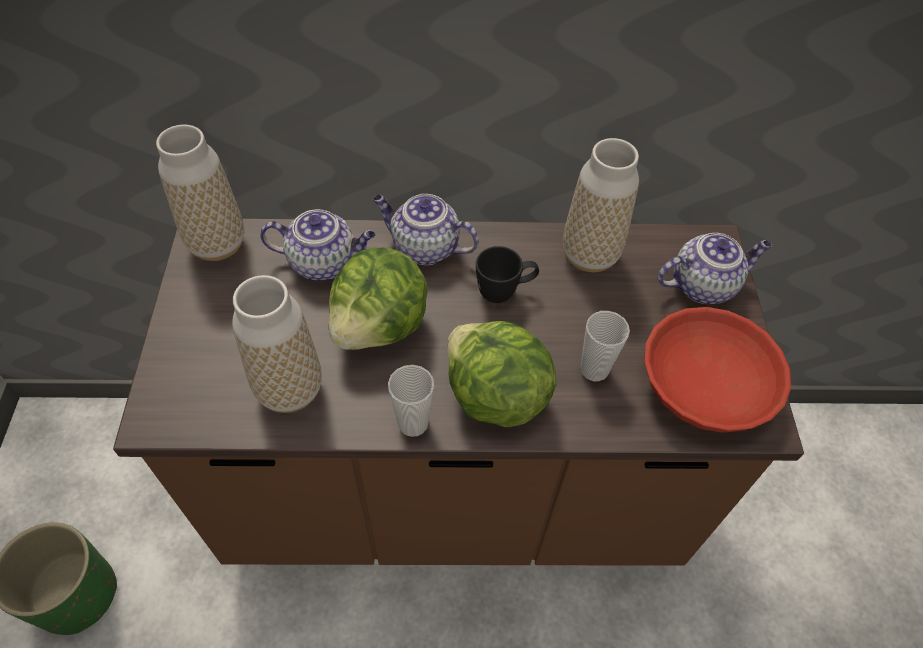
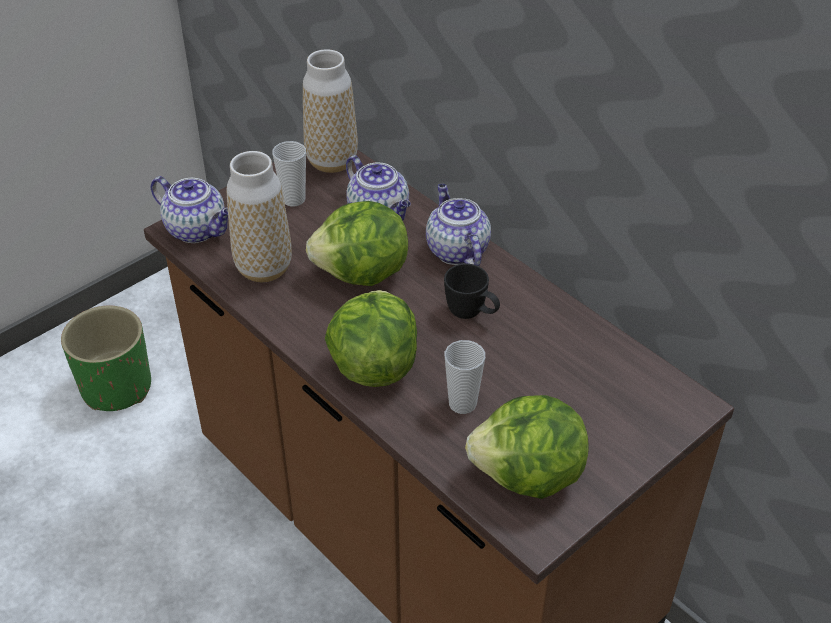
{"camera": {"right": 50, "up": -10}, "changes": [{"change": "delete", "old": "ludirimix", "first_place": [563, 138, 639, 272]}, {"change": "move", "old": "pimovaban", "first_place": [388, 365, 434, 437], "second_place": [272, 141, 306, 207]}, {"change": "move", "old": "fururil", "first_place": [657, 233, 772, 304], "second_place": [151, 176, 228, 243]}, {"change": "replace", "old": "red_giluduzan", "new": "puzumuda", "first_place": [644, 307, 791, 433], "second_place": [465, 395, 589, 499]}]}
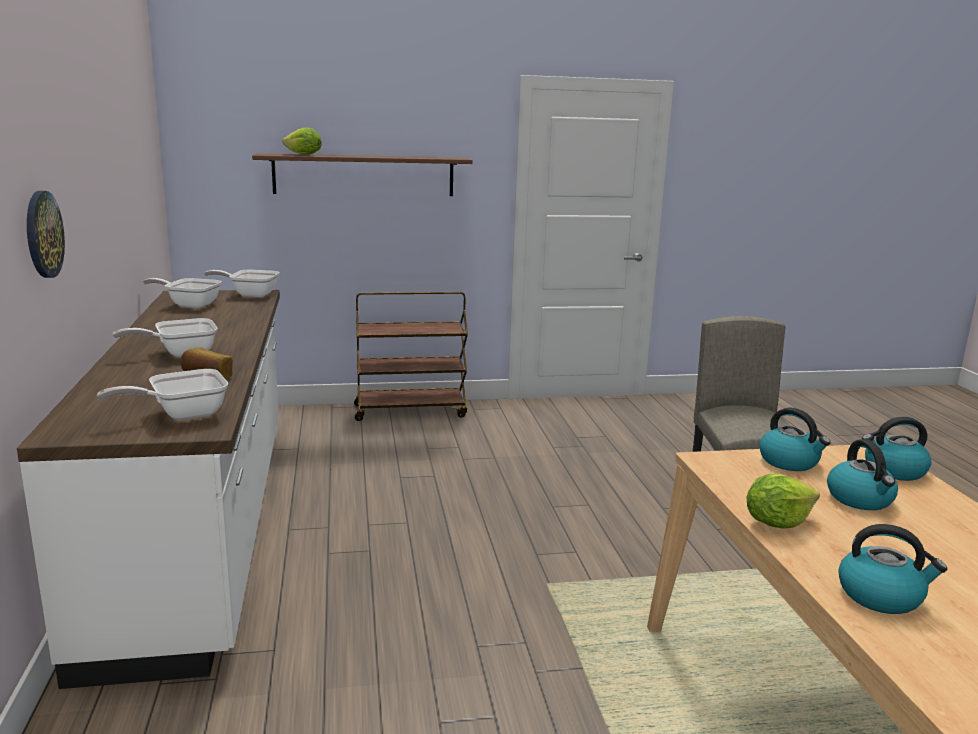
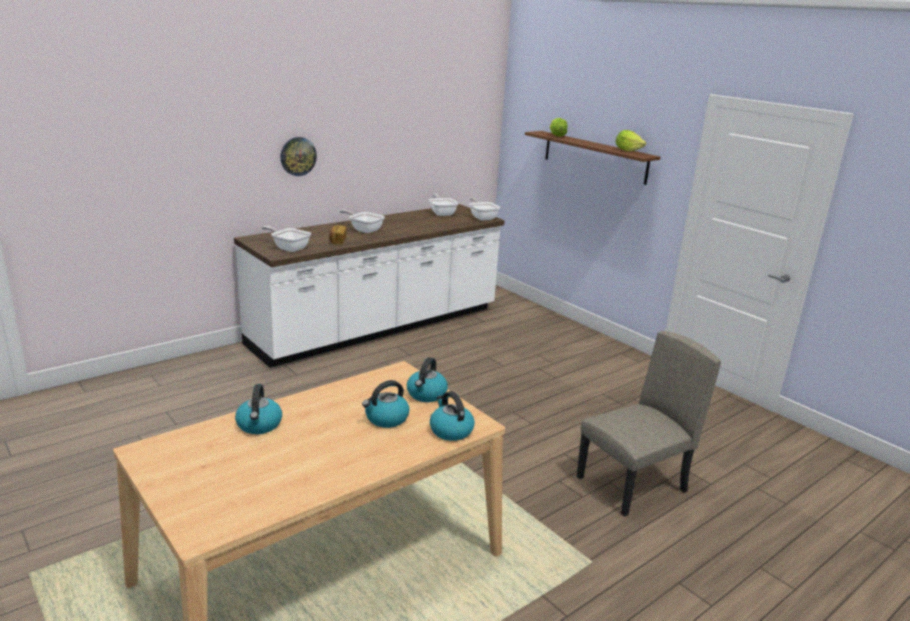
{"camera": {"right": 60, "up": 5}, "changes": [{"change": "delete", "old": "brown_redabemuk", "first_place": [354, 292, 468, 421]}, {"change": "move", "old": "puzumuda", "first_place": [746, 474, 820, 529], "second_place": [616, 130, 646, 151]}]}
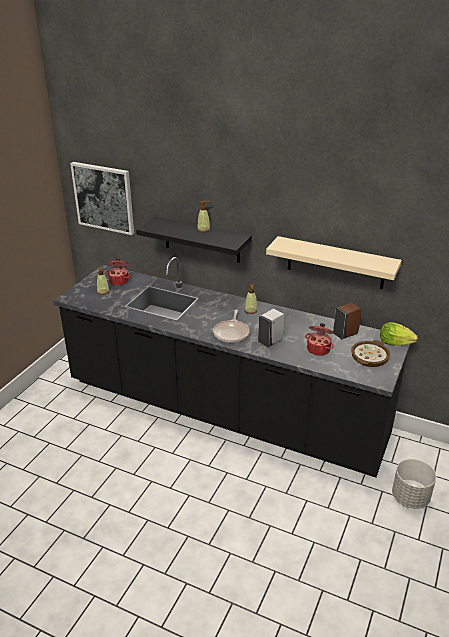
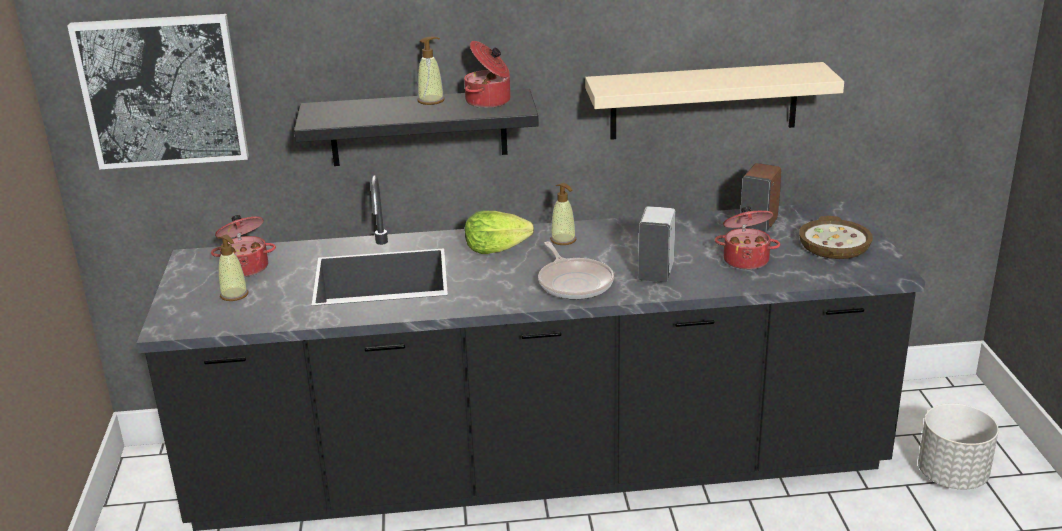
{"camera": {"right": -30, "up": -5}, "changes": [{"change": "insert", "new": "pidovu", "second_place": [464, 41, 511, 108]}, {"change": "move", "old": "puzumuda", "first_place": [380, 322, 418, 346], "second_place": [465, 211, 534, 254]}]}
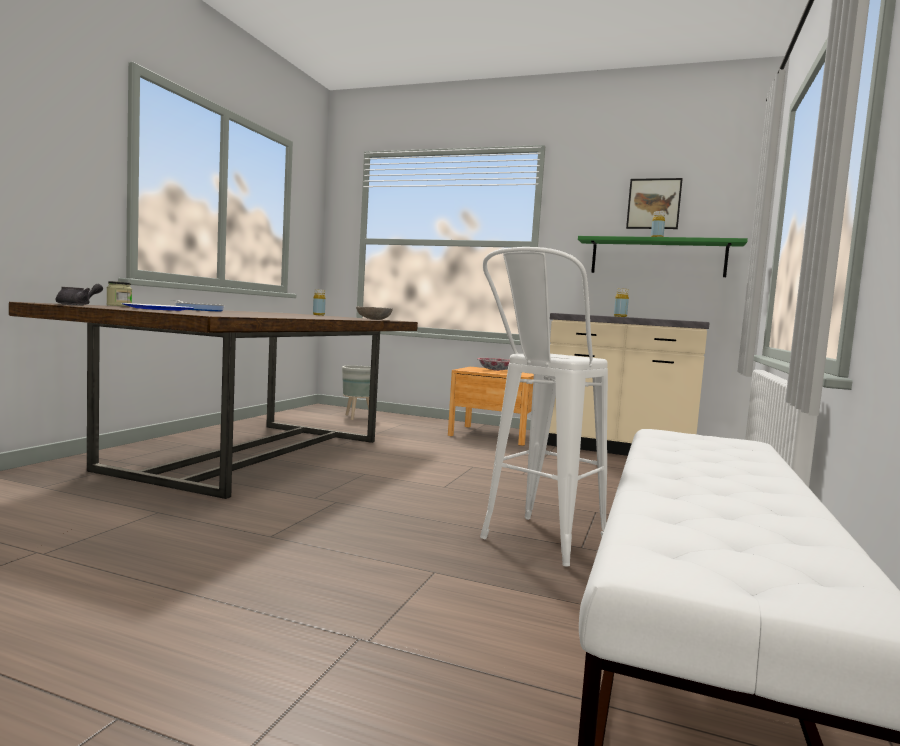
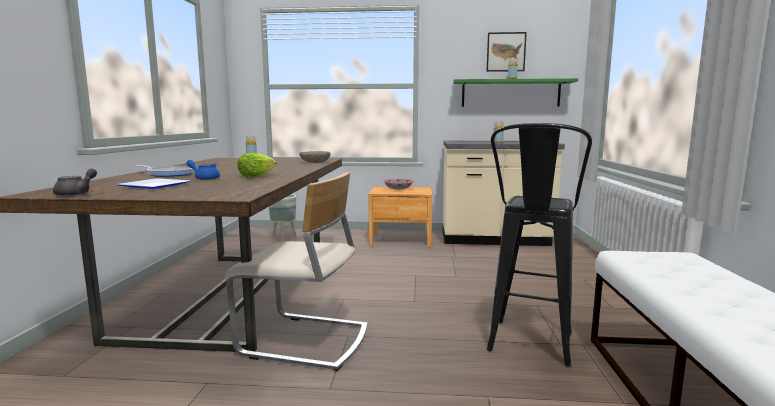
{"camera": {"right": -15, "up": 5}, "changes": [{"change": "delete", "old": "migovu", "first_place": [107, 281, 132, 307]}, {"change": "insert", "new": "blue_fururil", "second_place": [186, 160, 220, 180]}, {"change": "insert", "new": "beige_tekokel", "second_place": [225, 172, 368, 371]}, {"change": "insert", "new": "puzumuda", "second_place": [237, 153, 277, 178]}, {"change": "recolor", "old": "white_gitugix", "new": "black_gitugix", "first_place": [480, 247, 608, 566], "second_place": [487, 123, 592, 367]}]}
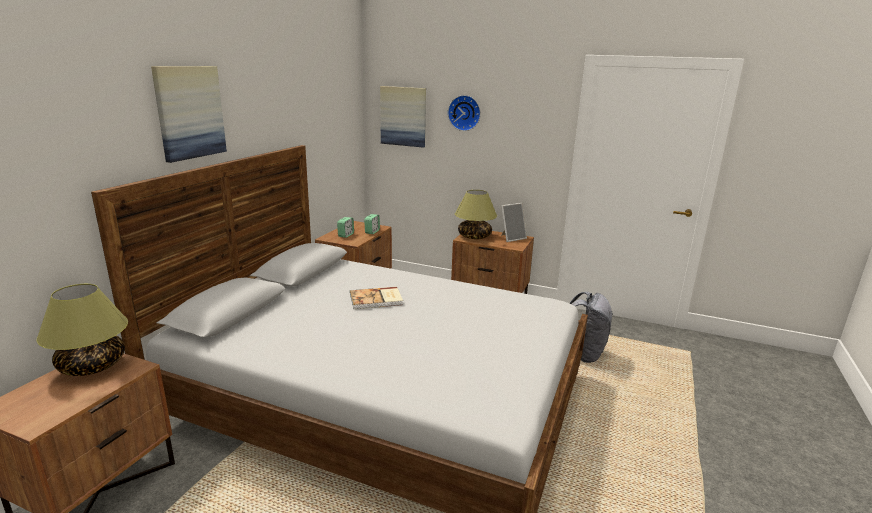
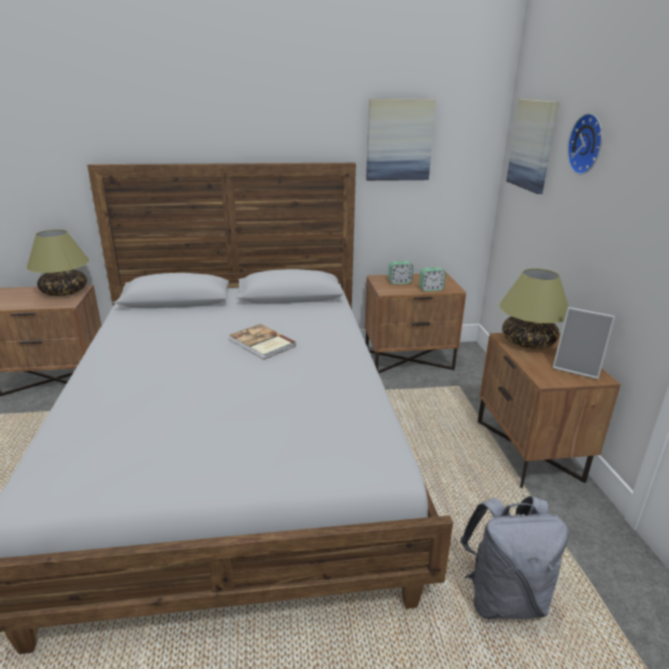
{"camera": {"right": 60, "up": 5}, "changes": [{"change": "move", "old": "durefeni", "first_place": [151, 66, 227, 163], "second_place": [366, 99, 436, 181]}]}
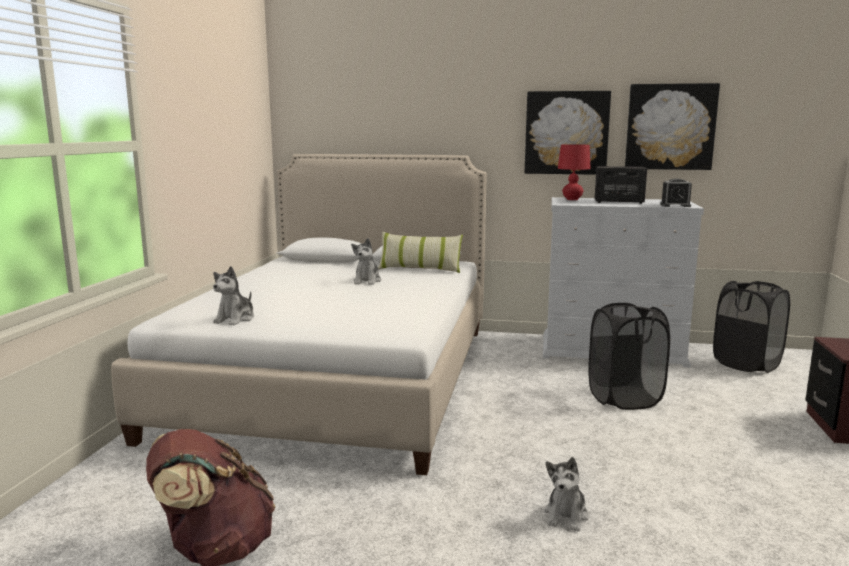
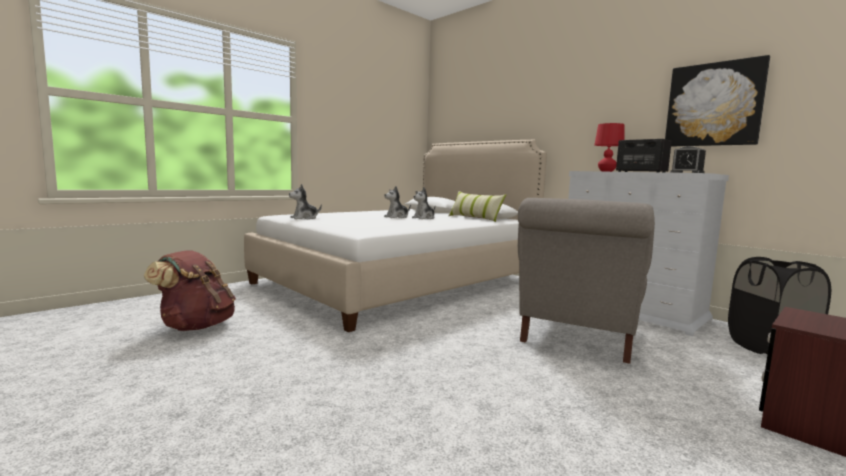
{"camera": {"right": 35, "up": -5}, "changes": [{"change": "delete", "old": "durefeni", "first_place": [525, 91, 611, 175]}, {"change": "move", "old": "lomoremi", "first_place": [545, 457, 589, 531], "second_place": [384, 186, 411, 218]}, {"change": "replace", "old": "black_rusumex", "new": "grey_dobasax", "first_place": [588, 303, 670, 410], "second_place": [518, 198, 655, 364]}]}
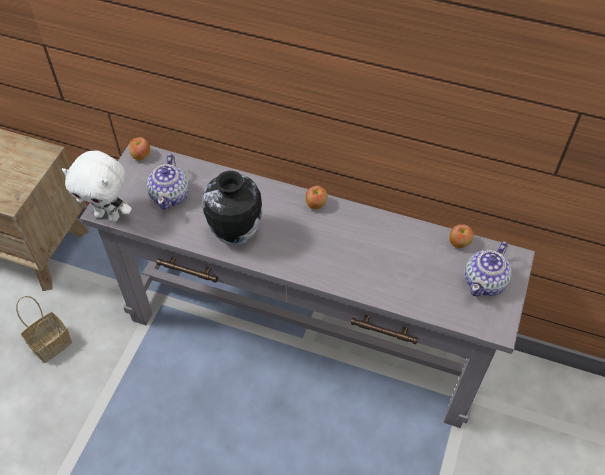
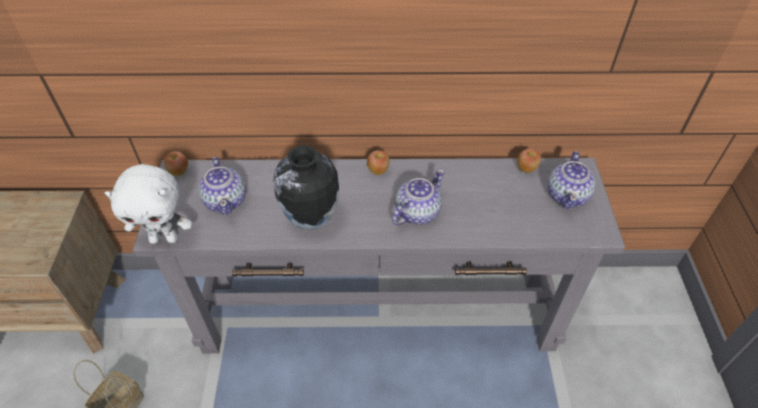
{"camera": {"right": -20, "up": -5}, "changes": [{"change": "insert", "new": "fururil", "second_place": [392, 169, 444, 226]}]}
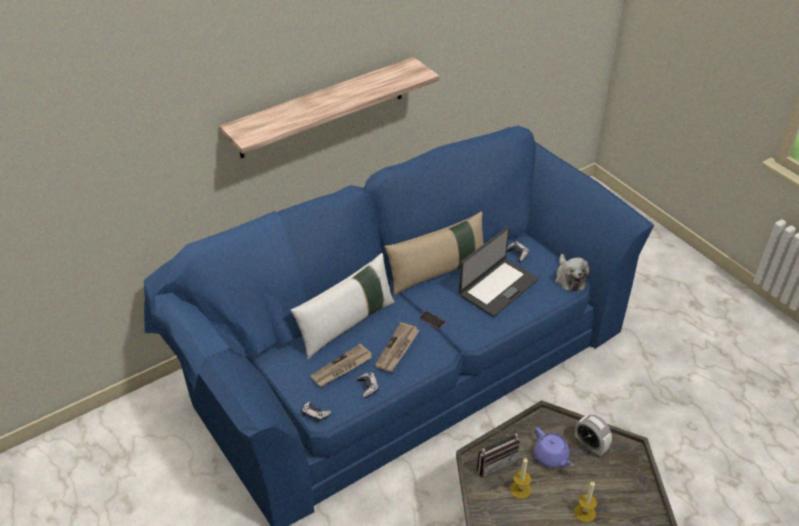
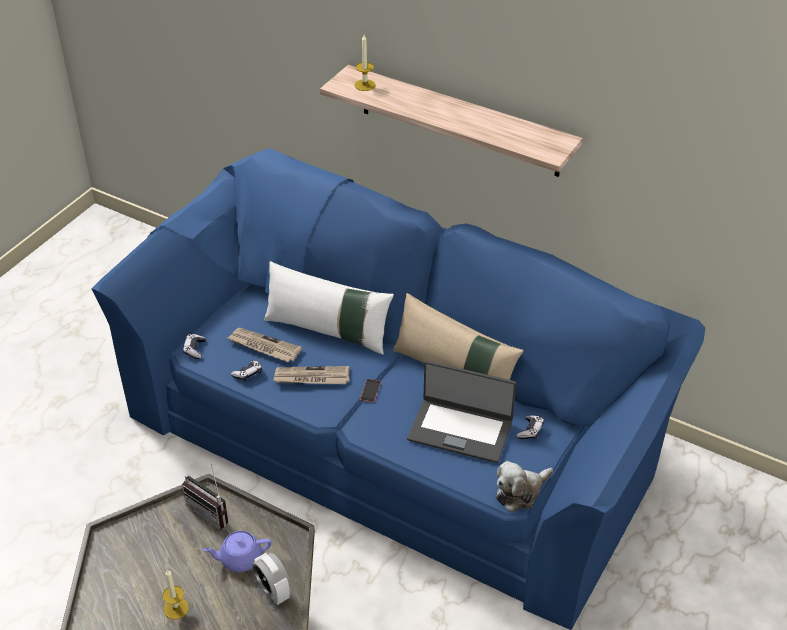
{"camera": {"right": 65, "up": 0}, "changes": [{"change": "move", "old": "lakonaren", "first_place": [510, 458, 531, 499], "second_place": [355, 35, 376, 91]}, {"change": "rotate", "old": "purple_fururil", "first_place": [534, 428, 574, 468], "second_place": [203, 531, 272, 572], "degrees": 45}, {"change": "rotate", "old": "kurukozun", "first_place": [575, 415, 612, 456], "second_place": [252, 553, 290, 605], "degrees": -60}]}
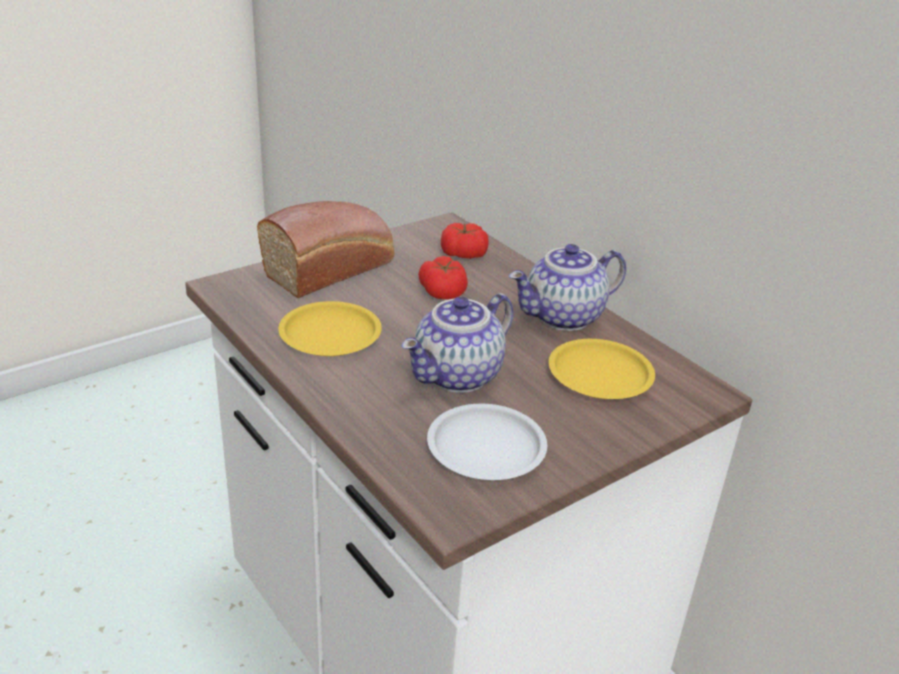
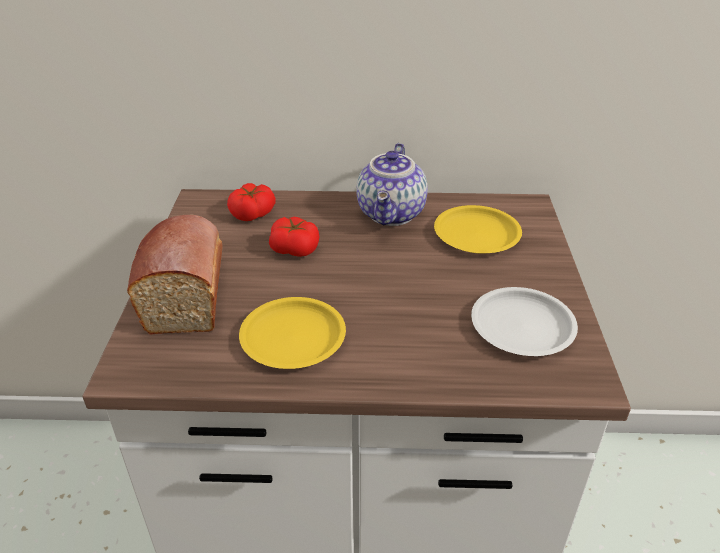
{"camera": {"right": -50, "up": 5}, "changes": [{"change": "delete", "old": "fururil", "first_place": [402, 293, 514, 393]}]}
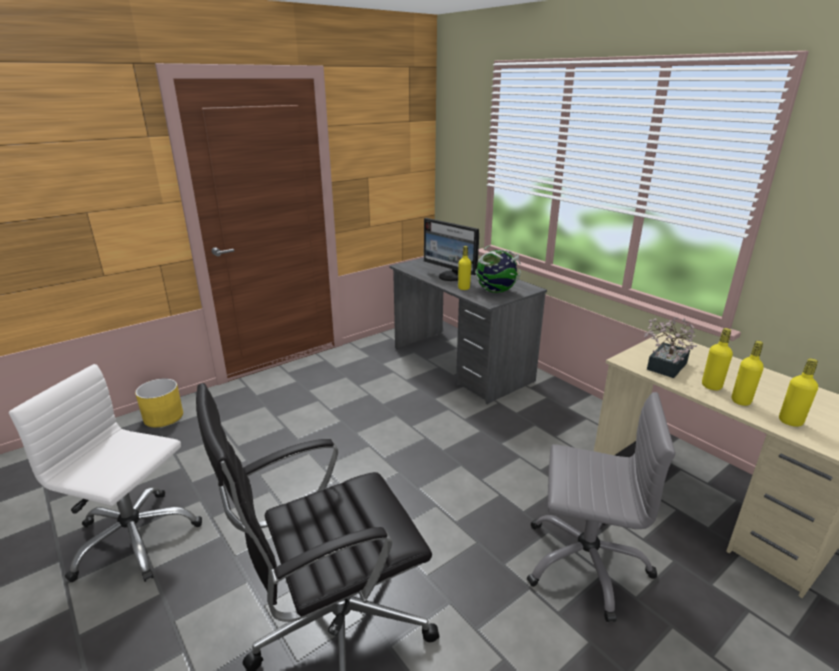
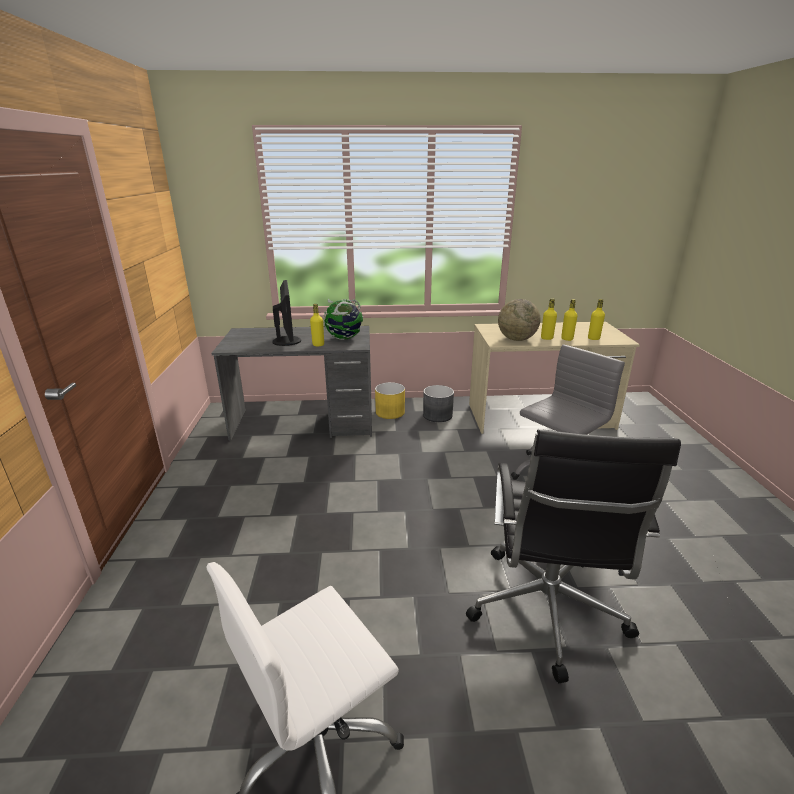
{"camera": {"right": -55, "up": 0}, "changes": [{"change": "insert", "new": "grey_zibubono", "second_place": [423, 385, 454, 422]}, {"change": "move", "old": "yellow_zibubono", "first_place": [135, 378, 183, 427], "second_place": [375, 382, 405, 419]}, {"change": "replace", "old": "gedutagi", "new": "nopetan", "first_place": [644, 317, 698, 378], "second_place": [498, 299, 540, 341]}, {"change": "rotate", "old": "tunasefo", "first_place": [424, 218, 479, 281], "second_place": [272, 280, 301, 346], "degrees": -90}]}
